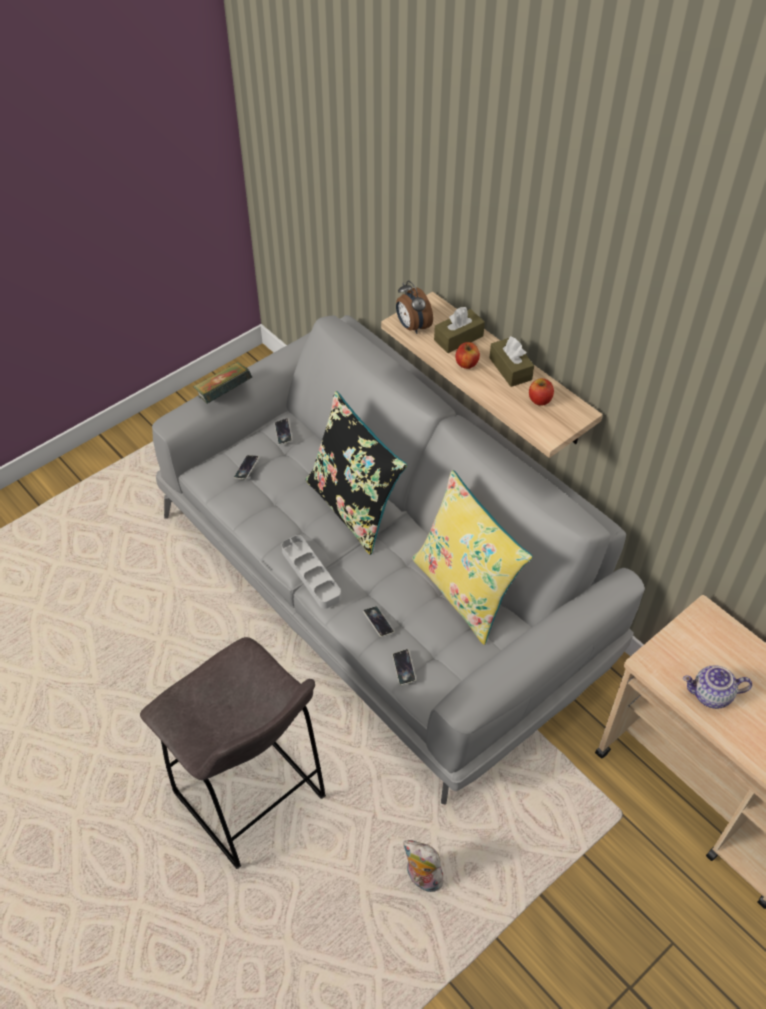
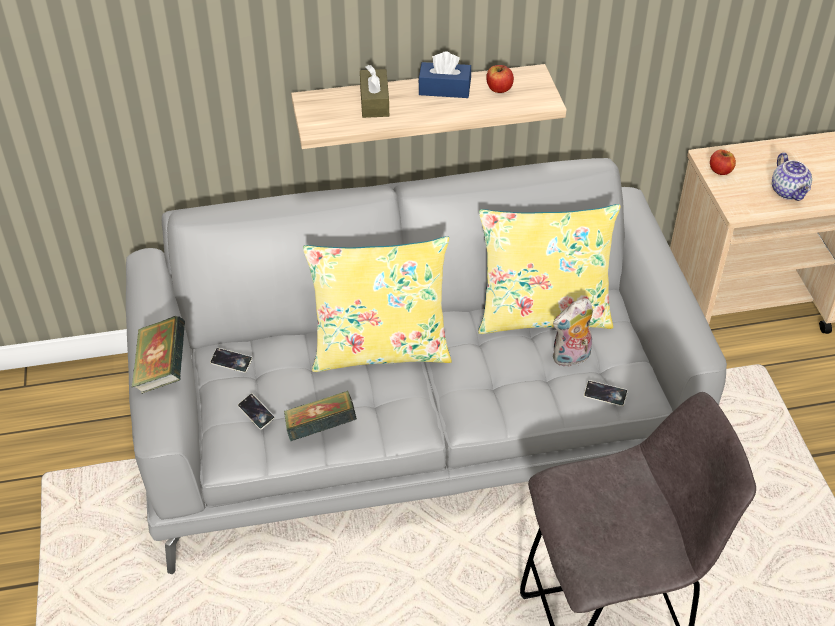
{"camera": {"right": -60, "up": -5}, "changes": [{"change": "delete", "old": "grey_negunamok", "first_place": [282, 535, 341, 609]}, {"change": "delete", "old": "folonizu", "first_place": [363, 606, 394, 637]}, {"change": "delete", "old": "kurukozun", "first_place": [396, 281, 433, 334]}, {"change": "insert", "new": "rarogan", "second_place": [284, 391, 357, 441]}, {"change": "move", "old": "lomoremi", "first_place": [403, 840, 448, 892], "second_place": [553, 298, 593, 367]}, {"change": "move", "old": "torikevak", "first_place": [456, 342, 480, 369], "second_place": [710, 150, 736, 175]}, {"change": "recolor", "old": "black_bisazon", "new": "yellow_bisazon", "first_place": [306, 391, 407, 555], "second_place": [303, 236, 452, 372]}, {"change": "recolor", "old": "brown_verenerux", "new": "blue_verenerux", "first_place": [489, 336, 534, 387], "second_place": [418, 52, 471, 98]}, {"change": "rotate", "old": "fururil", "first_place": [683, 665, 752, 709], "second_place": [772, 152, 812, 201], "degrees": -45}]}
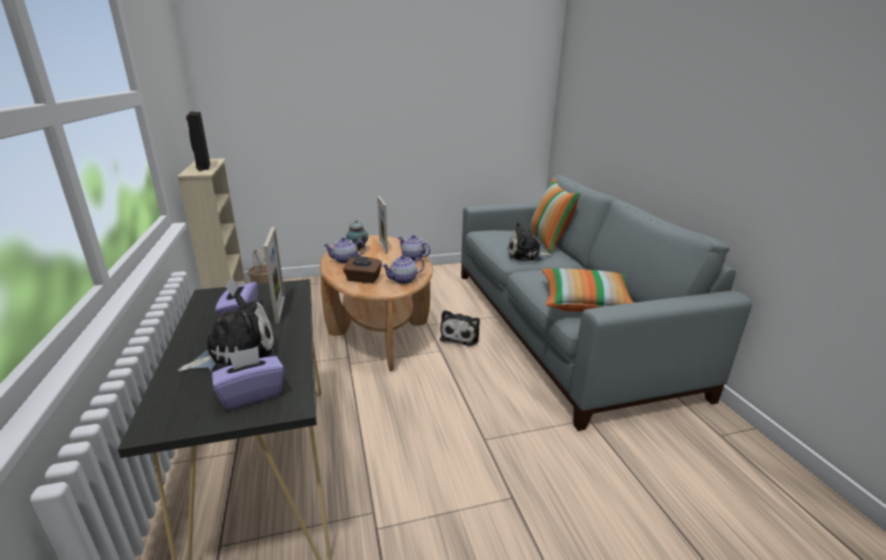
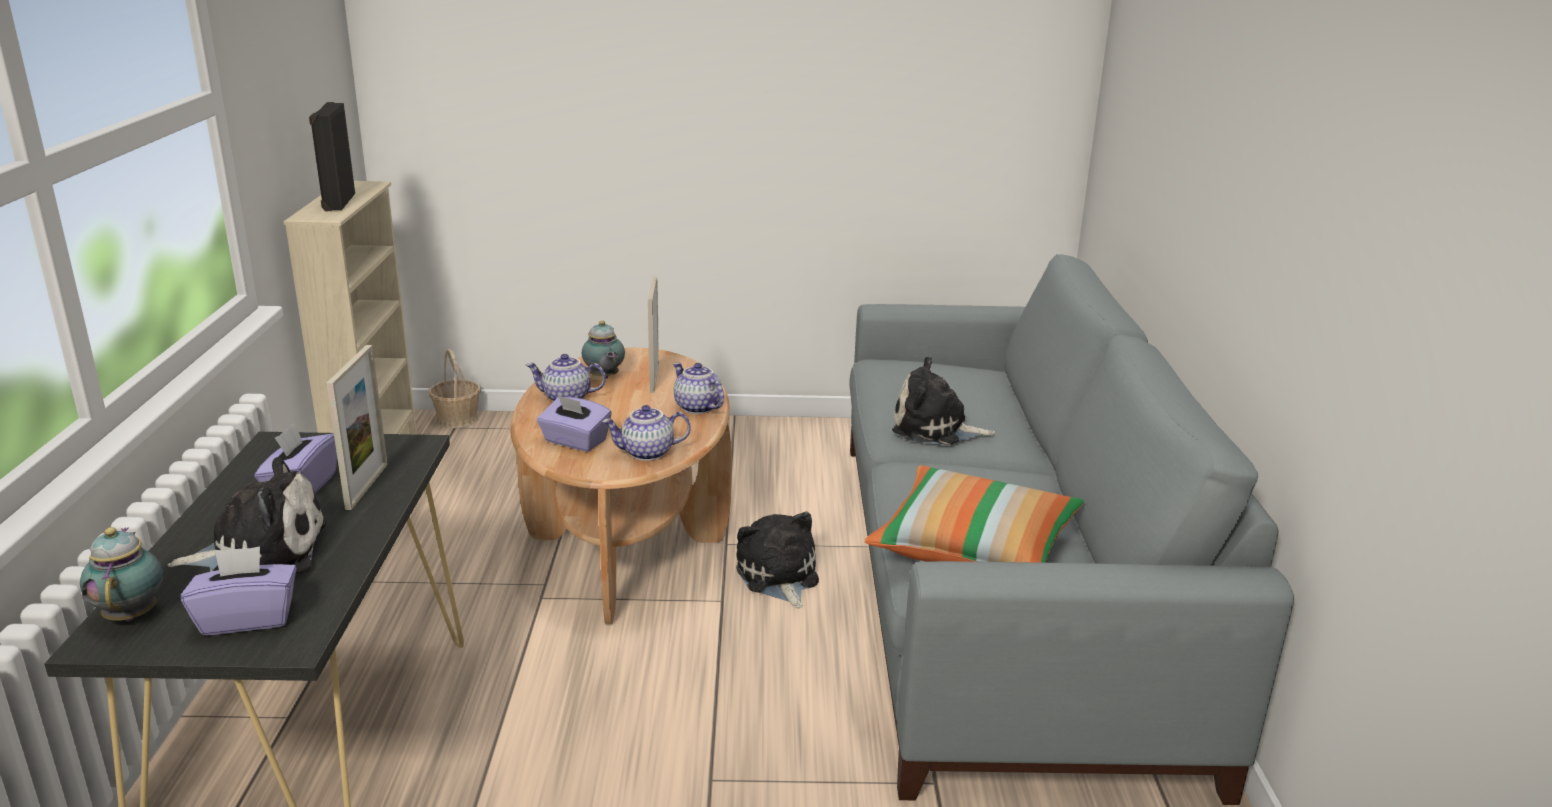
{"camera": {"right": 15, "up": 0}, "changes": [{"change": "delete", "old": "bisazon", "first_place": [529, 178, 581, 254]}, {"change": "insert", "new": "fururil", "second_place": [80, 527, 163, 621]}, {"change": "recolor", "old": "brown_verenerux", "new": "purple_verenerux", "first_place": [343, 255, 382, 283], "second_place": [537, 394, 612, 452]}, {"change": "rotate", "old": "lomoremi", "first_place": [440, 310, 480, 346], "second_place": [736, 512, 819, 608], "degrees": 135}]}
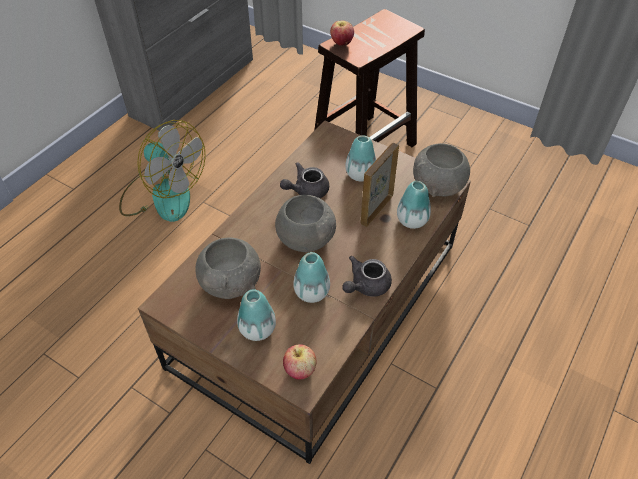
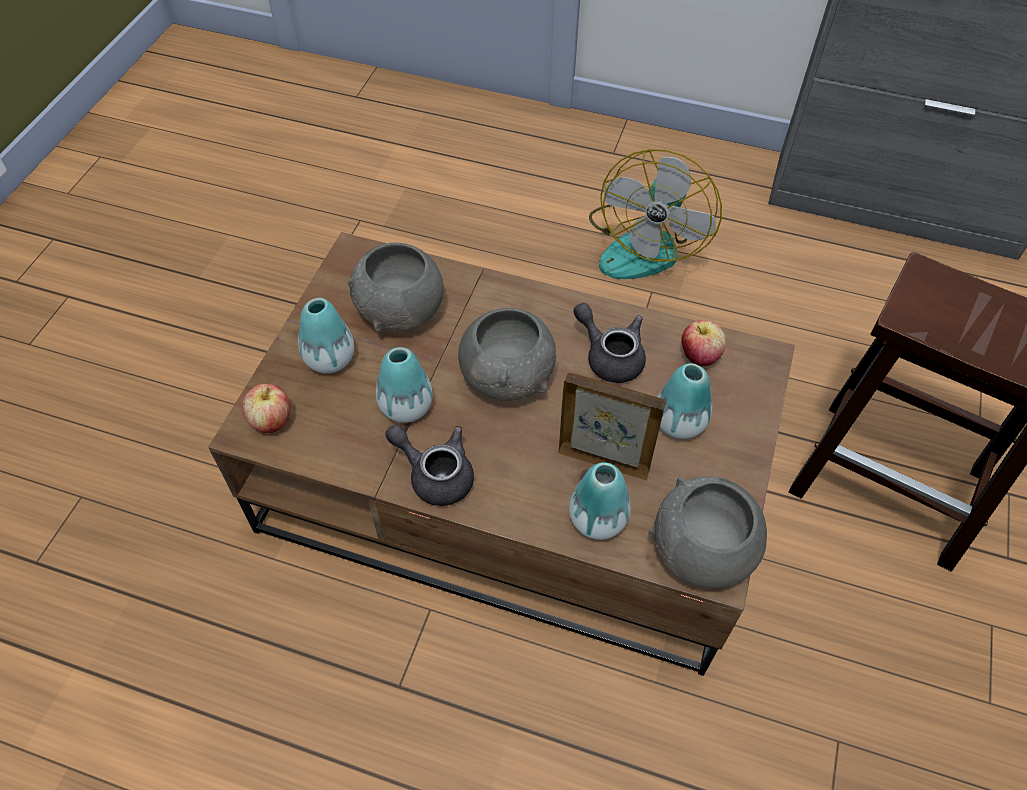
{"camera": {"right": 75, "up": 5}, "changes": [{"change": "move", "old": "torikevak", "first_place": [330, 20, 354, 46], "second_place": [681, 320, 726, 366]}]}
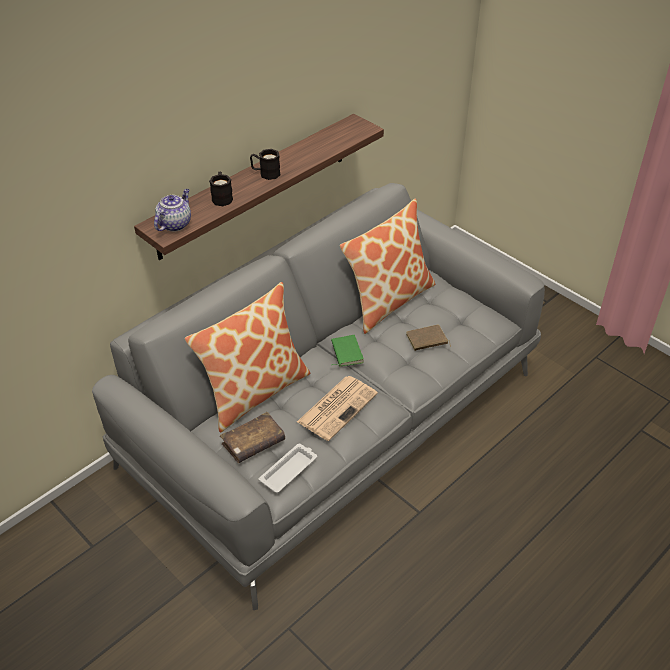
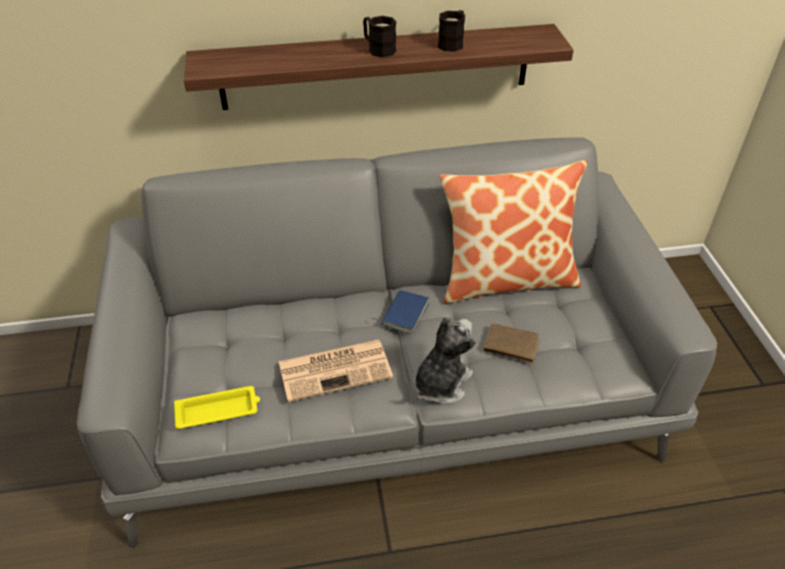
{"camera": {"right": 35, "up": 0}, "changes": [{"change": "delete", "old": "fururil", "first_place": [154, 189, 191, 232]}, {"change": "delete", "old": "bisazon", "first_place": [185, 282, 310, 433]}, {"change": "delete", "old": "brown_rarogan", "first_place": [220, 412, 285, 463]}, {"change": "insert", "new": "lomoremi", "second_place": [414, 317, 476, 405]}, {"change": "move", "old": "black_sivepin", "first_place": [209, 172, 233, 206], "second_place": [438, 10, 465, 52]}, {"change": "recolor", "old": "white_negunamok", "new": "yellow_negunamok", "first_place": [259, 444, 317, 493], "second_place": [174, 386, 260, 429]}, {"change": "recolor", "old": "green_rarogan", "new": "blue_rarogan", "first_place": [331, 335, 364, 367], "second_place": [372, 290, 430, 335]}]}
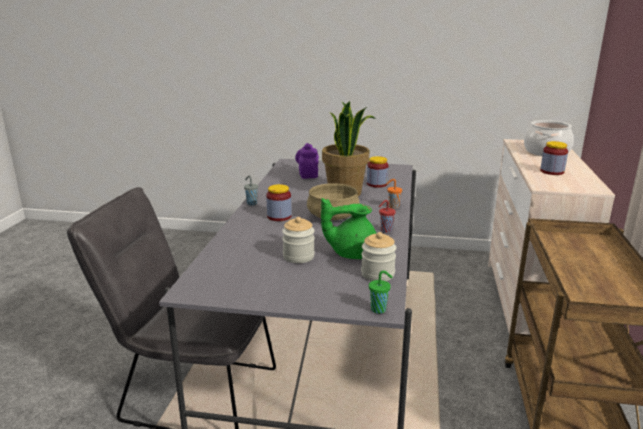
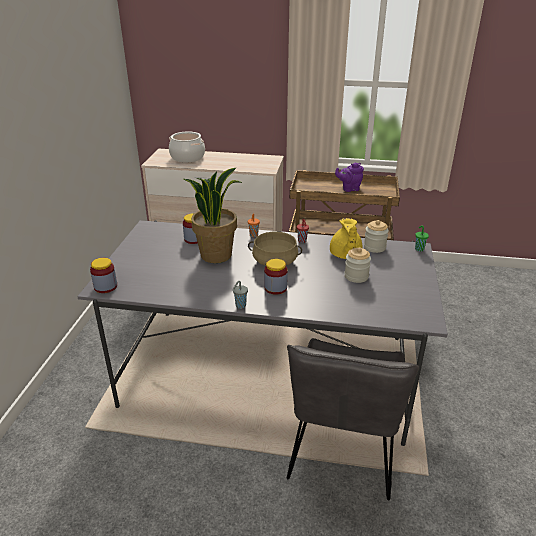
{"camera": {"right": -90, "up": 10}, "changes": [{"change": "move", "old": "purple_fururil", "first_place": [295, 143, 319, 179], "second_place": [335, 163, 364, 192]}, {"change": "move", "old": "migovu", "first_place": [540, 141, 568, 175], "second_place": [90, 258, 117, 293]}, {"change": "recolor", "old": "green_fururil", "new": "yellow_fururil", "first_place": [321, 198, 376, 259], "second_place": [330, 218, 362, 259]}]}
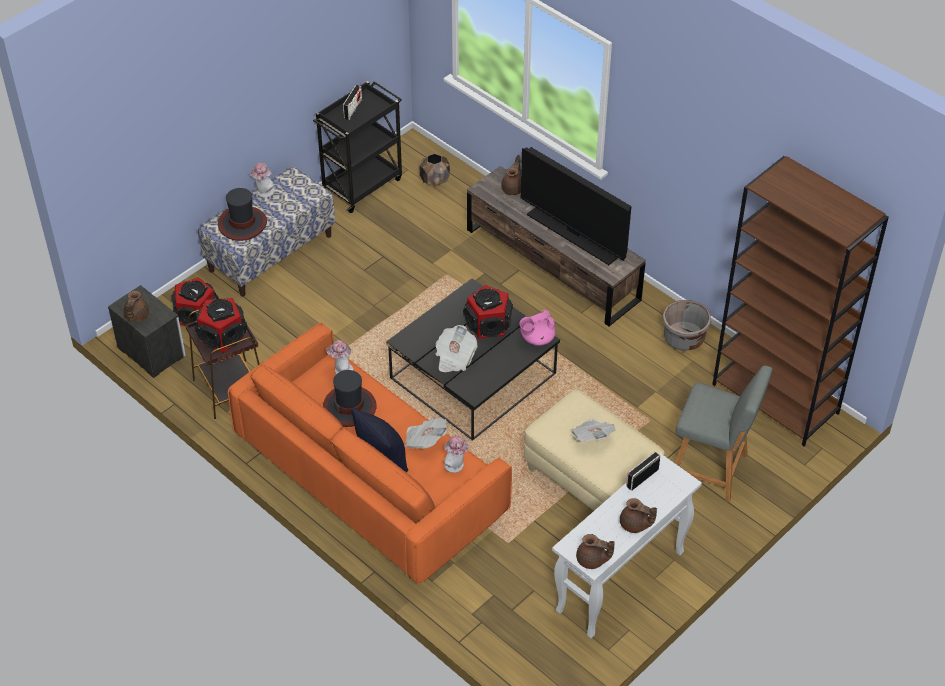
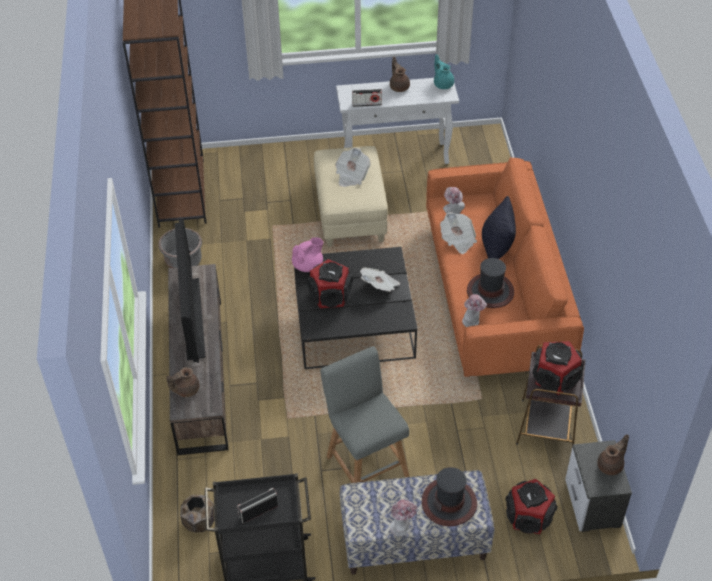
{"camera": {"right": -140, "up": 0}, "changes": [{"change": "move", "old": "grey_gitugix", "first_place": [675, 365, 773, 502], "second_place": [320, 346, 409, 483]}, {"change": "recolor", "old": "brown_fururil", "new": "turquoise_fururil", "first_place": [576, 534, 615, 569], "second_place": [434, 54, 454, 89]}, {"change": "rotate", "old": "pink_fururil", "first_place": [520, 310, 556, 346], "second_place": [292, 237, 323, 272], "degrees": -45}]}
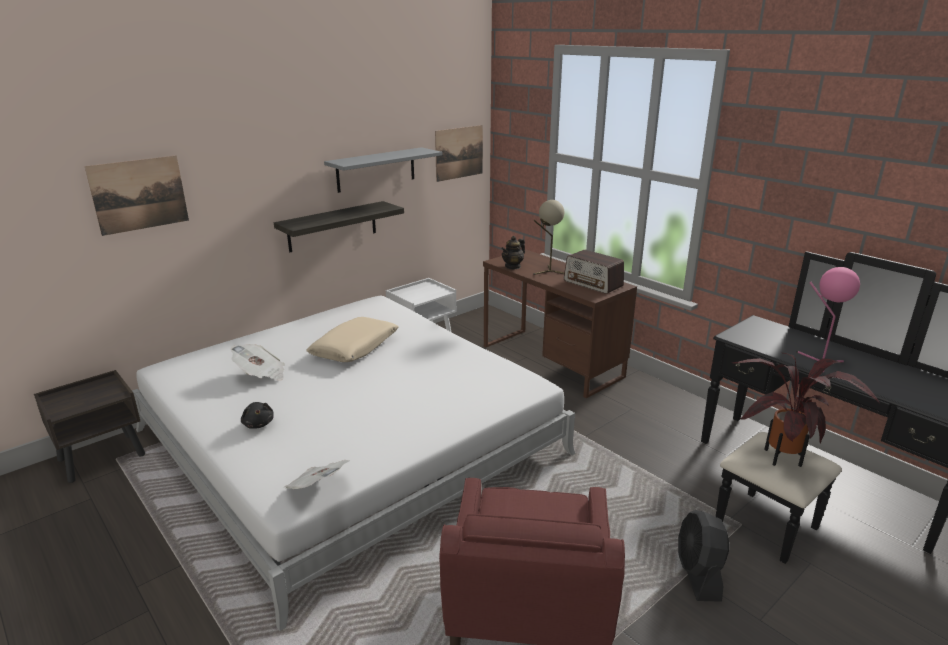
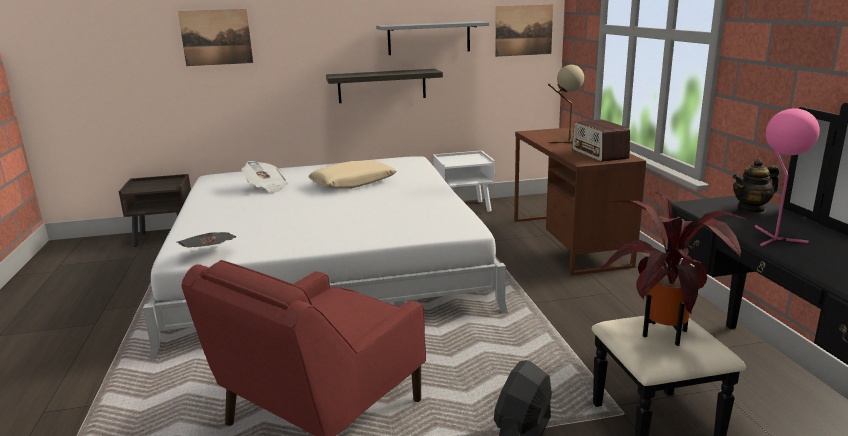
{"camera": {"right": 30, "up": -5}, "changes": [{"change": "delete", "old": "black_lomoremi", "first_place": [241, 402, 274, 429]}, {"change": "move", "old": "fururil", "first_place": [501, 236, 525, 270], "second_place": [733, 159, 779, 213]}]}
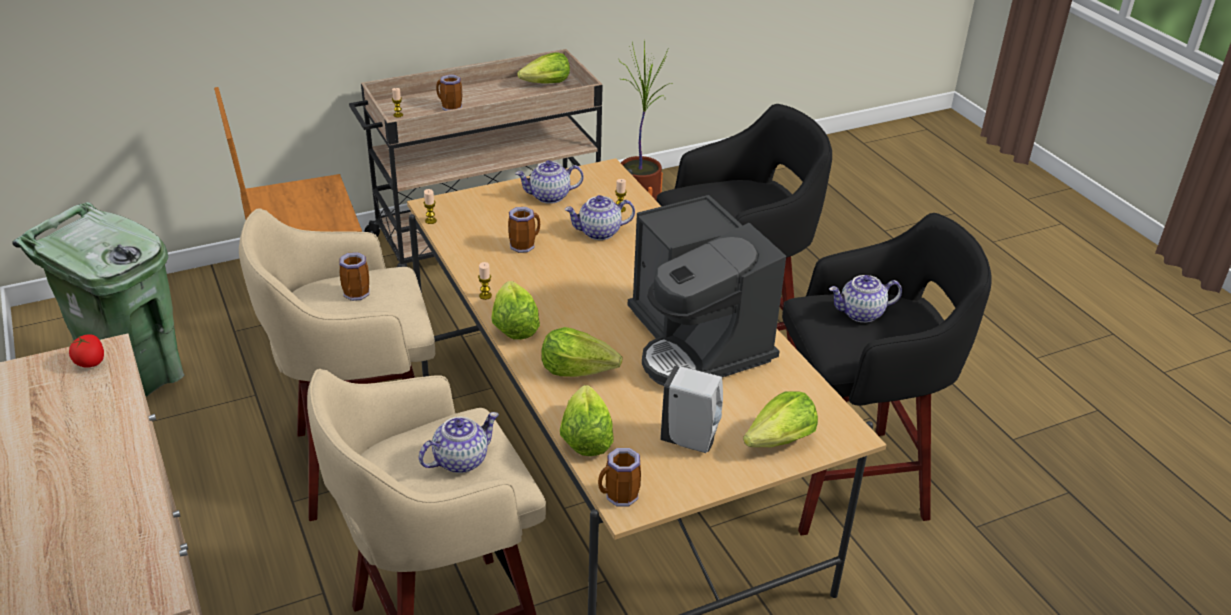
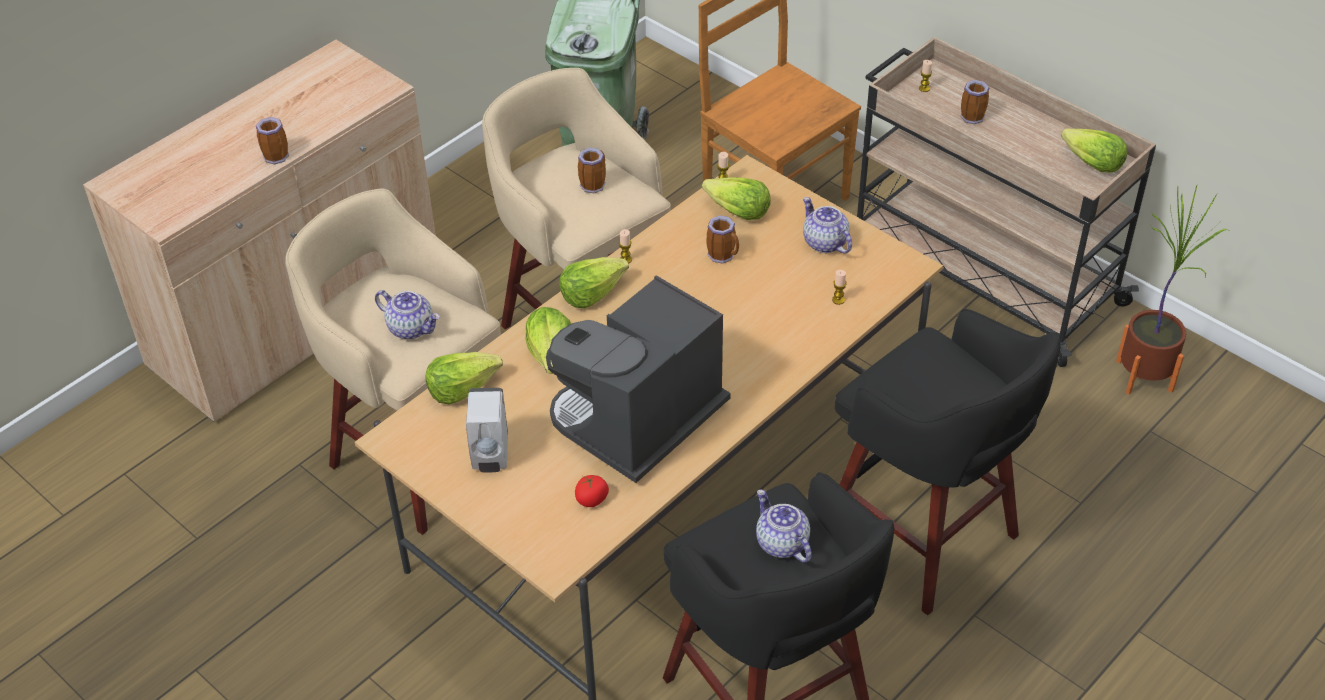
{"camera": {"right": 70, "up": 10}, "changes": [{"change": "delete", "old": "fururil", "first_place": [565, 195, 635, 240]}, {"change": "move", "old": "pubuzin", "first_place": [69, 335, 104, 368], "second_place": [575, 475, 609, 507]}, {"change": "move", "old": "sivepin", "first_place": [598, 448, 641, 506], "second_place": [256, 117, 289, 164]}, {"change": "move", "old": "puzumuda", "first_place": [743, 391, 818, 448], "second_place": [702, 178, 771, 220]}]}
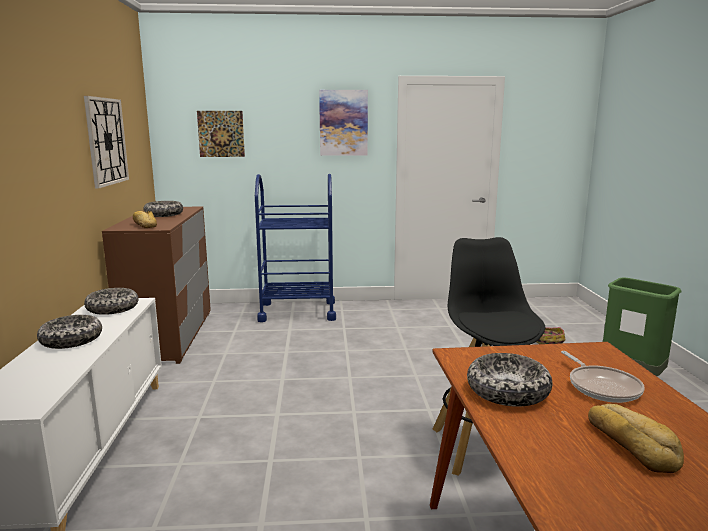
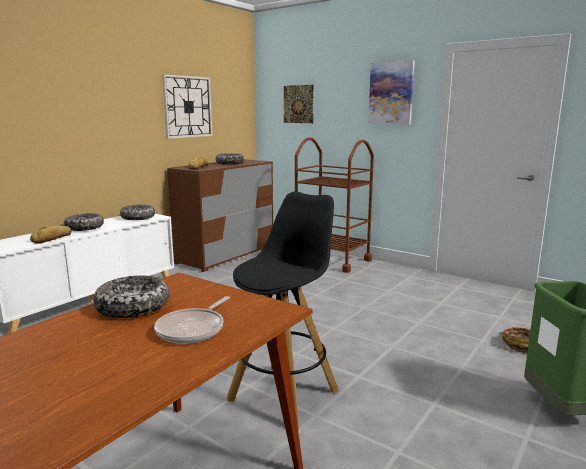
{"camera": {"right": 40, "up": 0}, "changes": [{"change": "move", "old": "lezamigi", "first_place": [588, 404, 684, 473], "second_place": [30, 225, 72, 244]}, {"change": "recolor", "old": "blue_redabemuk", "new": "brown_redabemuk", "first_place": [255, 174, 336, 322], "second_place": [295, 137, 374, 273]}]}
